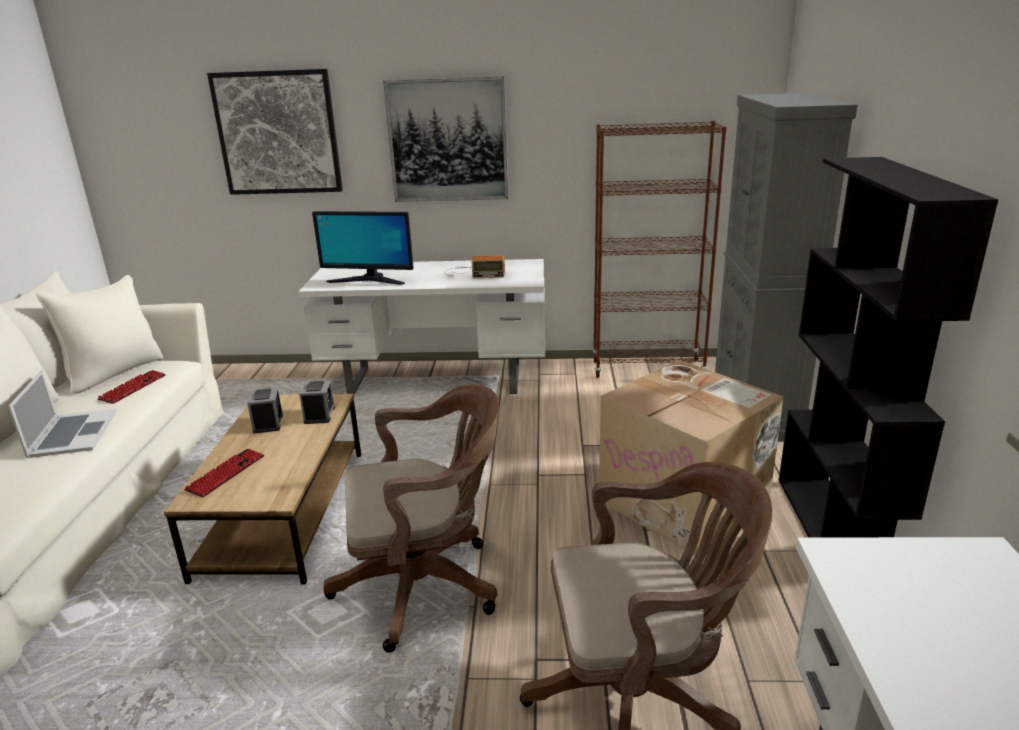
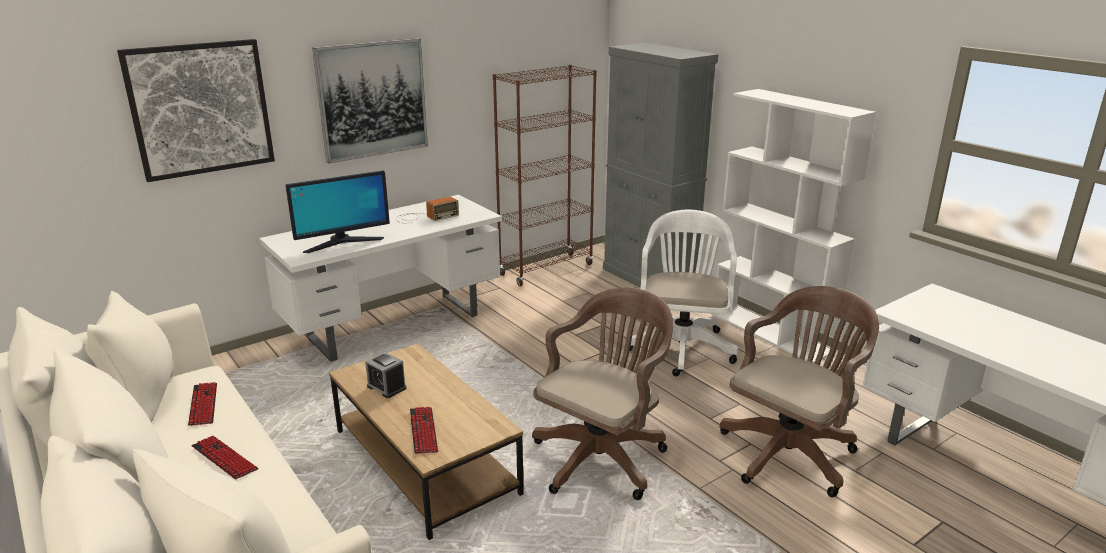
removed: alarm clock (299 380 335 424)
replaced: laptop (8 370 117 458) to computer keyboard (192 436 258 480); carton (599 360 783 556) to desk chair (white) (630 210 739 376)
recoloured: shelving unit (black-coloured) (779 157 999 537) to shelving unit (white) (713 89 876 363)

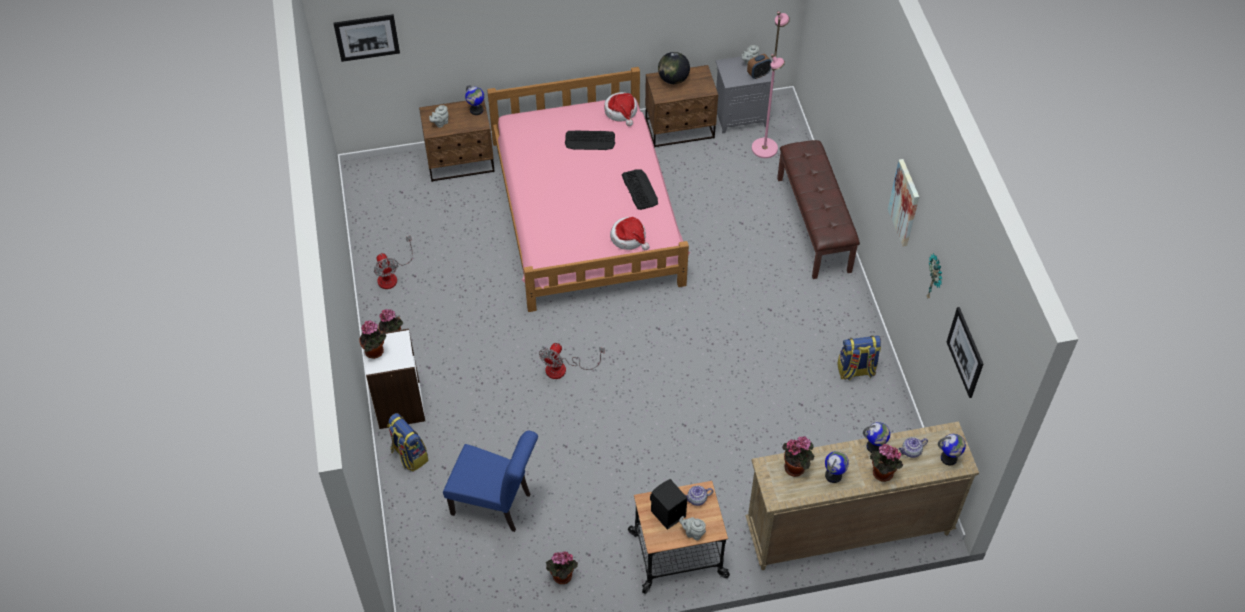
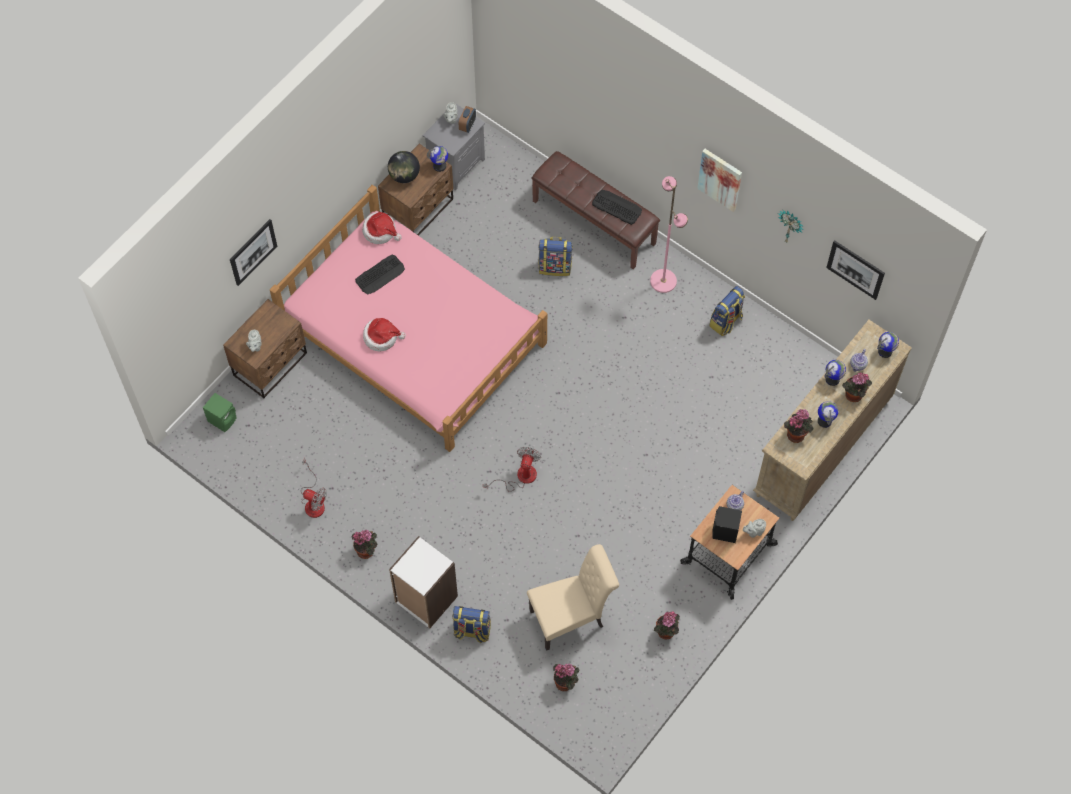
added: audio speaker (greenish) (203 393 237 432); rucksack (538 237 573 276)
moved: wall picture (333 14 400 62) to (230 219 277 286); houseplant (359 321 386 359) to (553 663 579 691); globe (465 85 484 115) to (427 146 448 172); wearable hat (610 217 650 250) to (363 318 406 351); computer keyboard (622 170 658 210) to (592 190 642 225); standing lamp (pink) (752 11 790 158) to (650 176 688 293)
recoloured: chair (blue) (443 431 538 532) to chair (beige) (527 544 619 651)
turned: cooling fan (539 343 605 379) = (483 447 541 491) 150 degrees counterclockwise

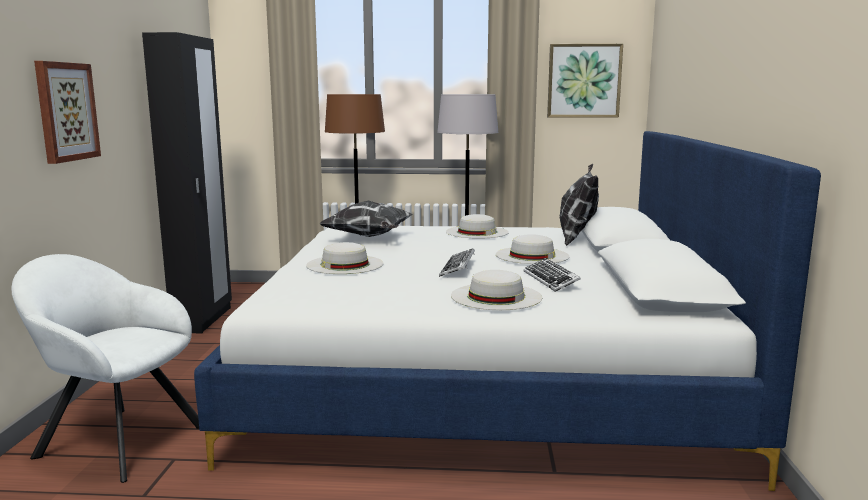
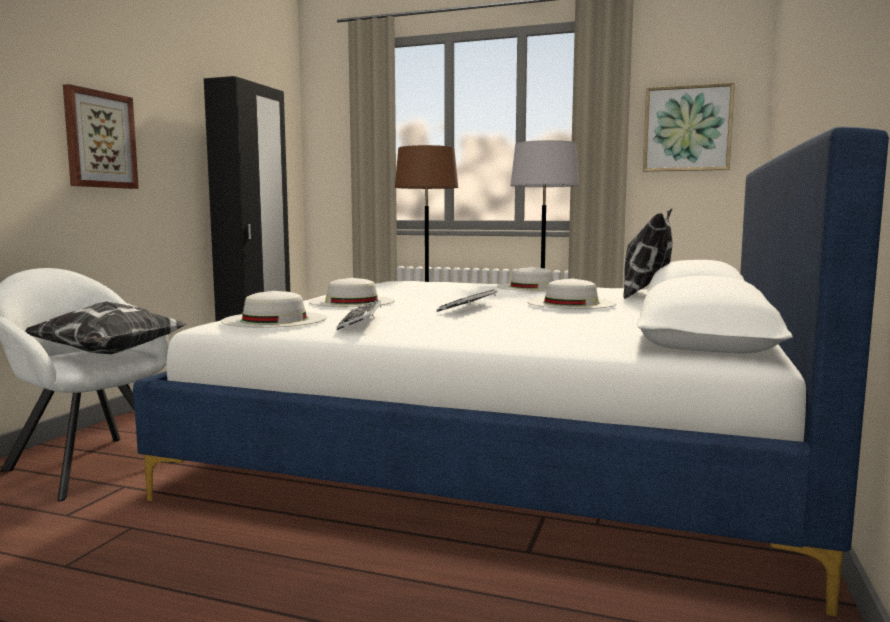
moved: throw pillow (319 201 412 237) to (25 302 187 354); wearable hat (white) (451 270 542 310) to (221 291 327 328); computer keyboard (524 258 581 292) to (337 300 382 330)

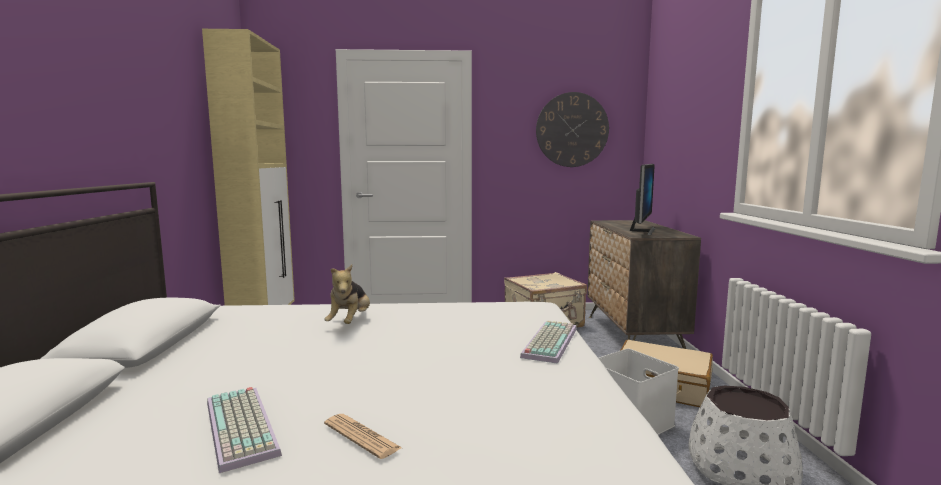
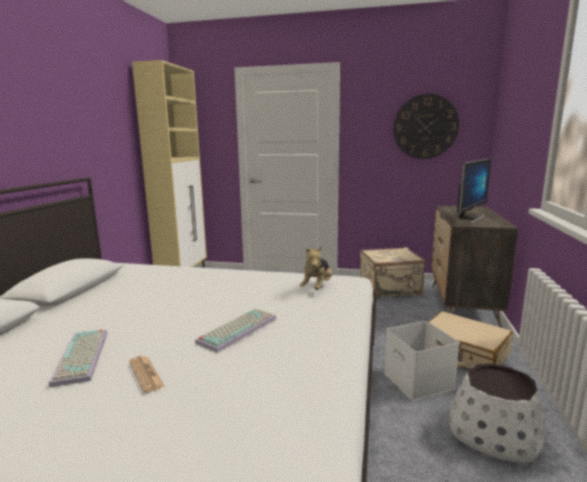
moved: cuddly toy (324 265 370 324) to (300 246 332 290); computer keyboard (520 321 577 364) to (195 308 277 353)

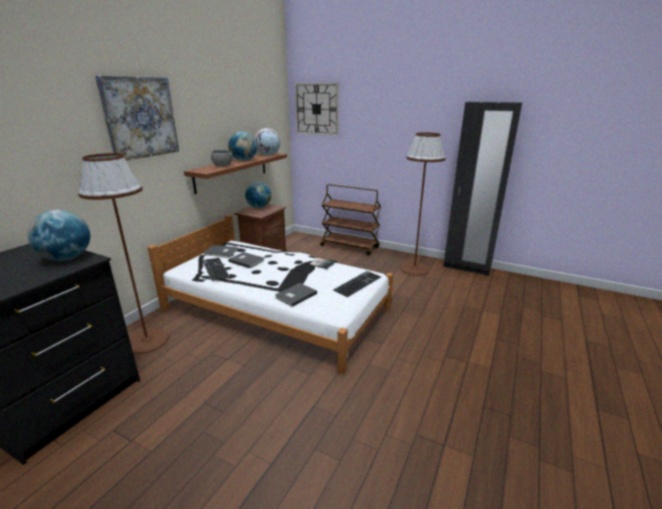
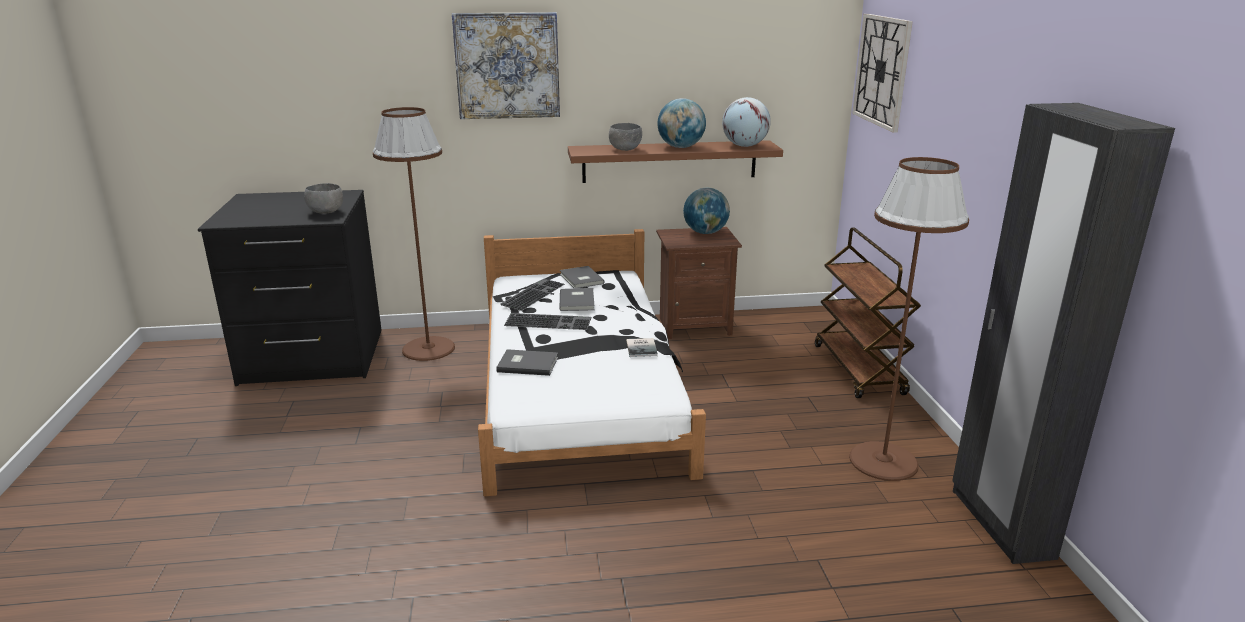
moved: computer keyboard (333 271 381 297) to (504 313 591 330)
replaced: globe (28 210 91 261) to bowl (greyish) (304 183 343 214)

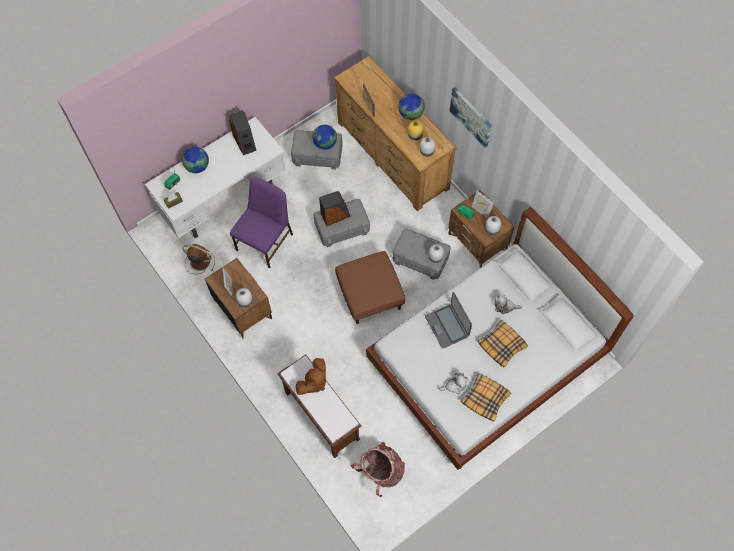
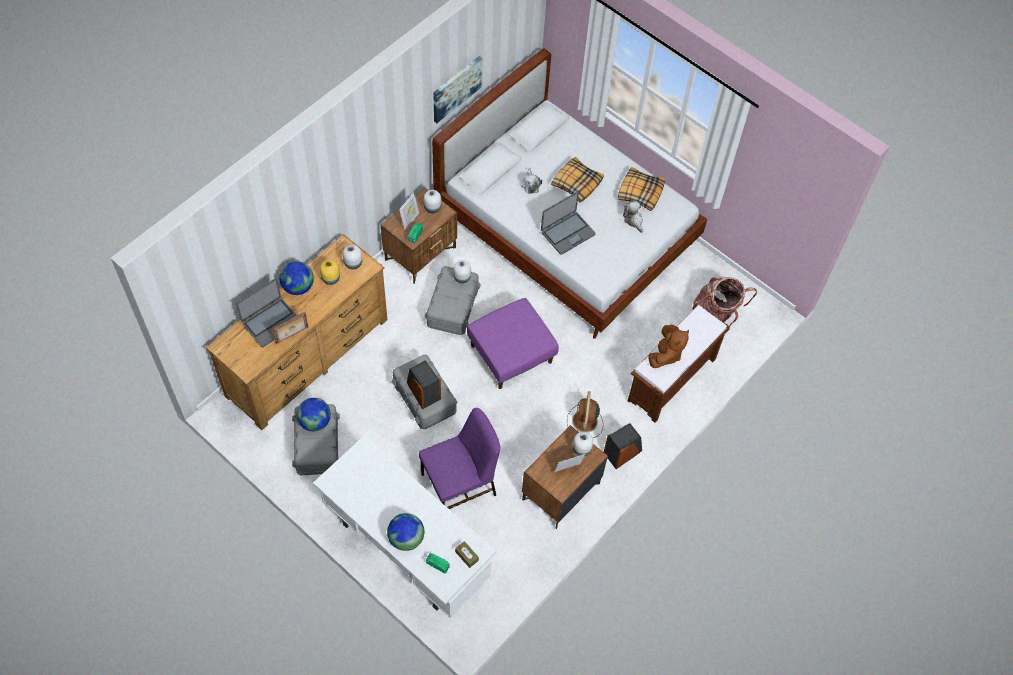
added: laptop (236 278 297 347)
moved: cooling fan (brownish) (183 244 215 274) to (567 391 603 438); audio speaker (229 110 256 155) to (604 423 642 469); wall picture (450 87 492 148) to (433 56 482 123)
recoloured: footrest (brownish) (335 251 405 324) to footrest (purplish) (467 298 559 389)
turned: chair (purplish) (230 177 293 269) = (419 408 500 509) 135 degrees clockwise; cuddly toy (brownish) (296 358 326 395) = (648 325 689 368) 90 degrees clockwise

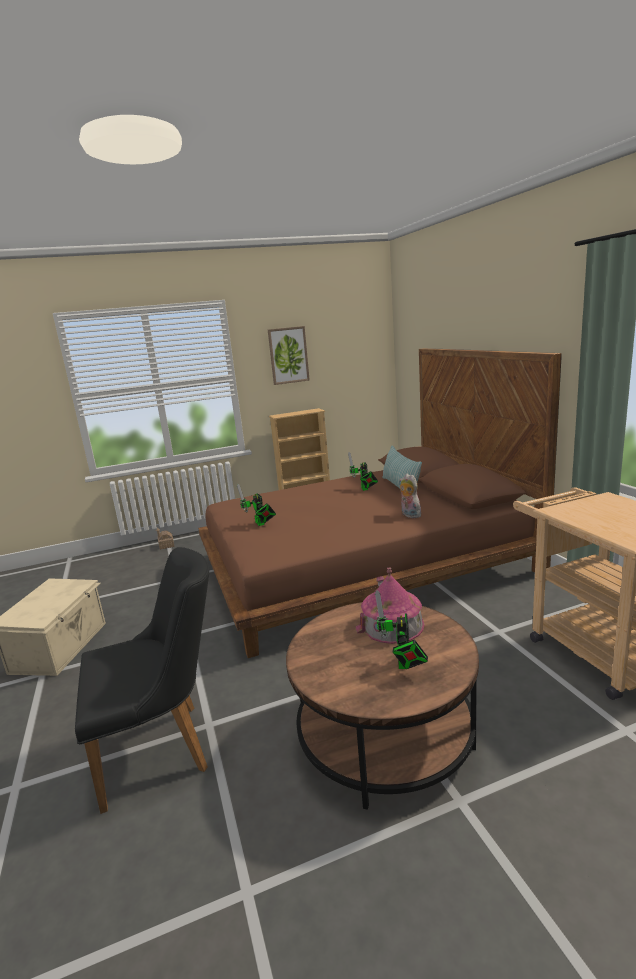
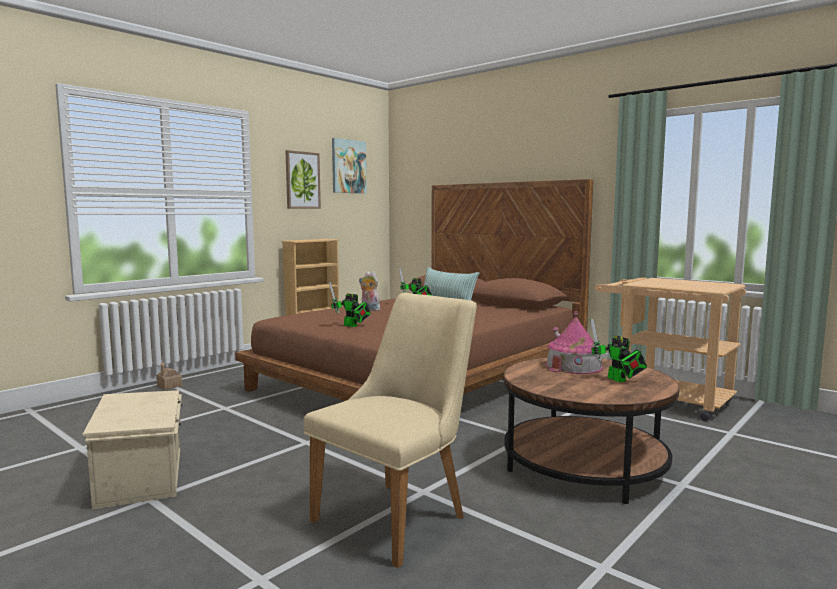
added: wall picture (332 138 367 194)
moved: cuddly toy (399 474 421 518) to (359 271 380 311)
recoloured: chair (black-coloured) (75 547 209 814) to chair (beige) (304 293 477 568)

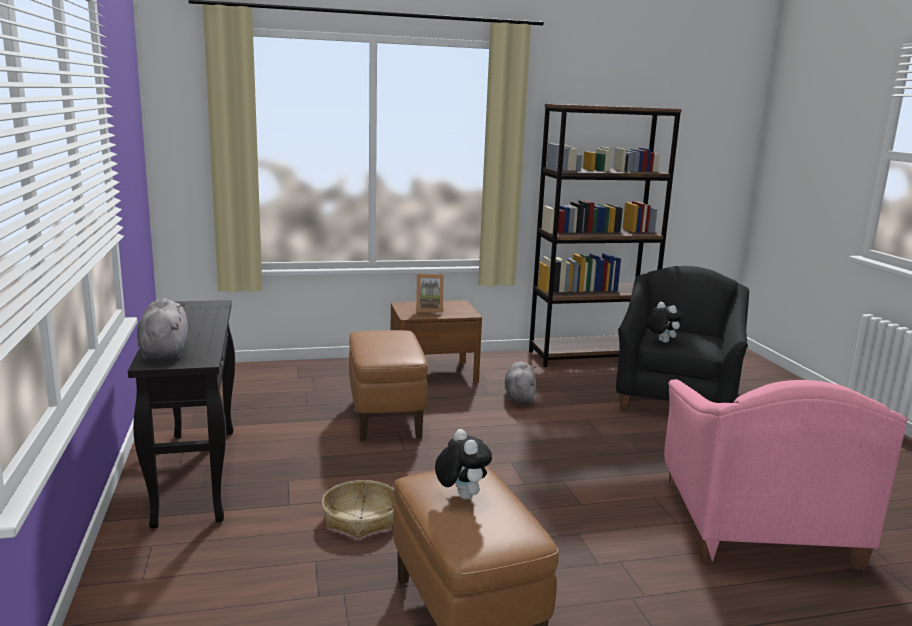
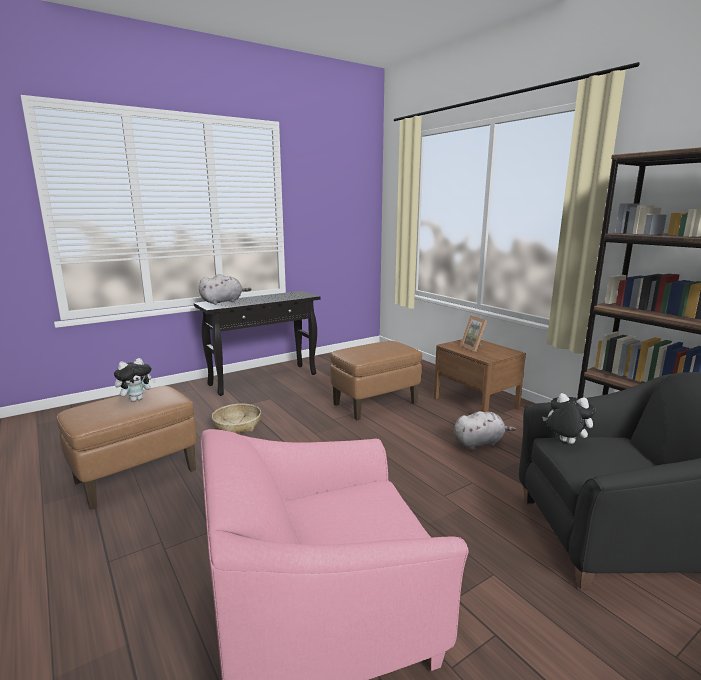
turned: cuddly toy (645 302 684 343) = (542 393 595 444) 90 degrees counterclockwise

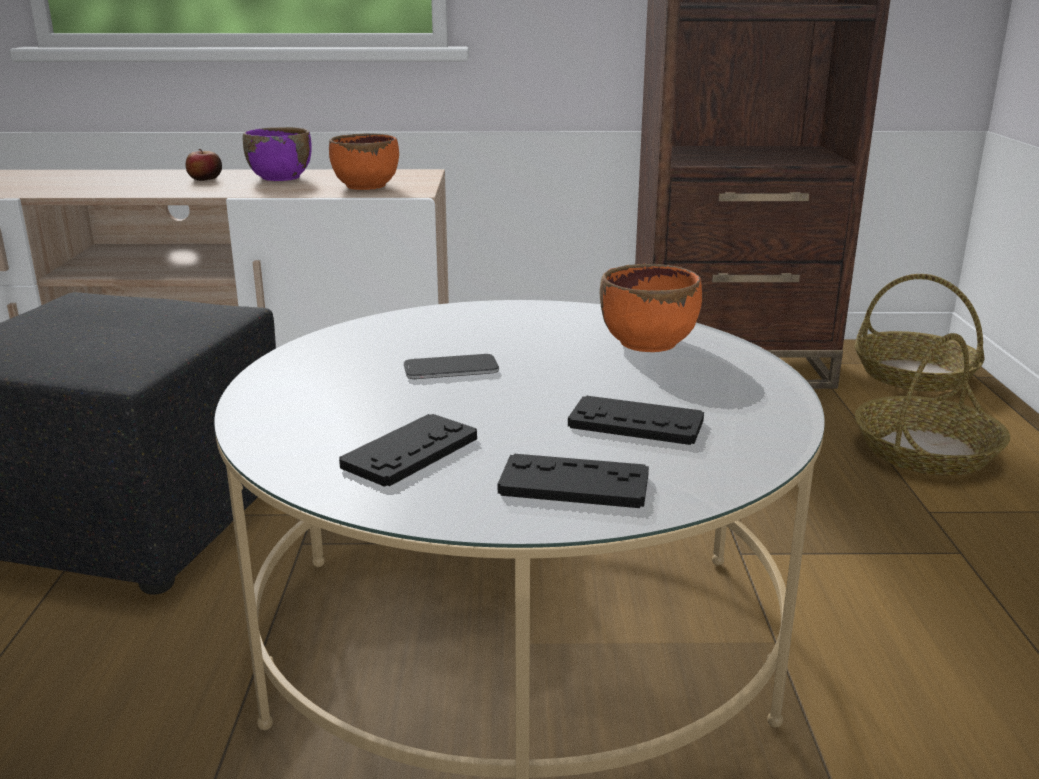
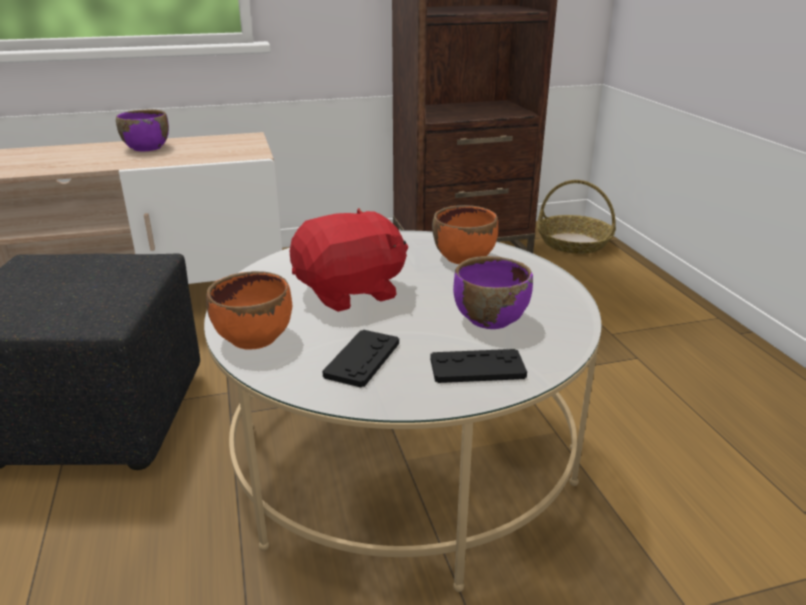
removed: whole apple (186 149 222 181); storage basket (855 333 1010 475)
moved: bowl (orange-coloured) (329 133 399 190) to (206 271 292 349)
replaced: handset (404 354 499 379) to cuddly toy (red) (290 208 408 312); joypad (black-coloured) (568 396 704 445) to bowl (purplish) (453 256 533 329)

